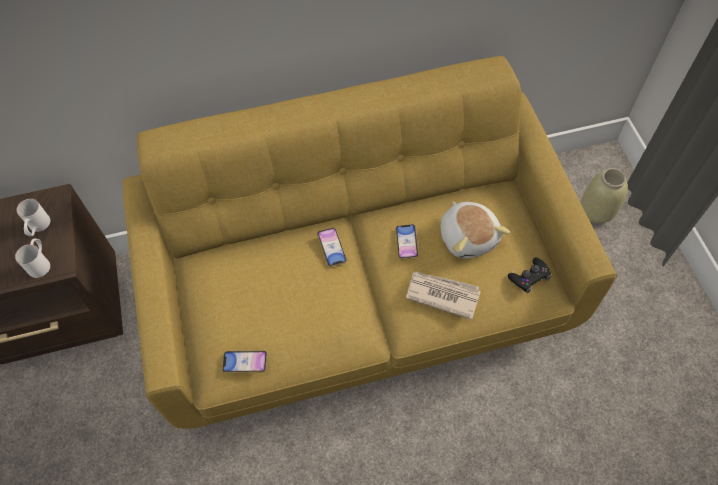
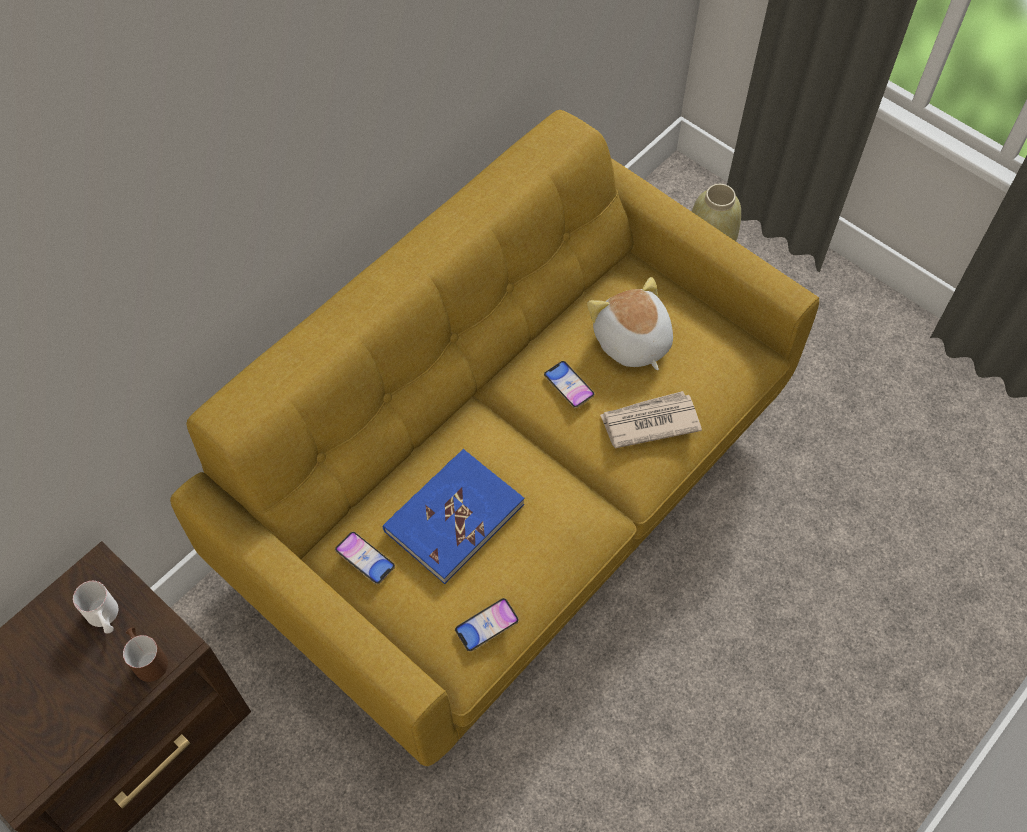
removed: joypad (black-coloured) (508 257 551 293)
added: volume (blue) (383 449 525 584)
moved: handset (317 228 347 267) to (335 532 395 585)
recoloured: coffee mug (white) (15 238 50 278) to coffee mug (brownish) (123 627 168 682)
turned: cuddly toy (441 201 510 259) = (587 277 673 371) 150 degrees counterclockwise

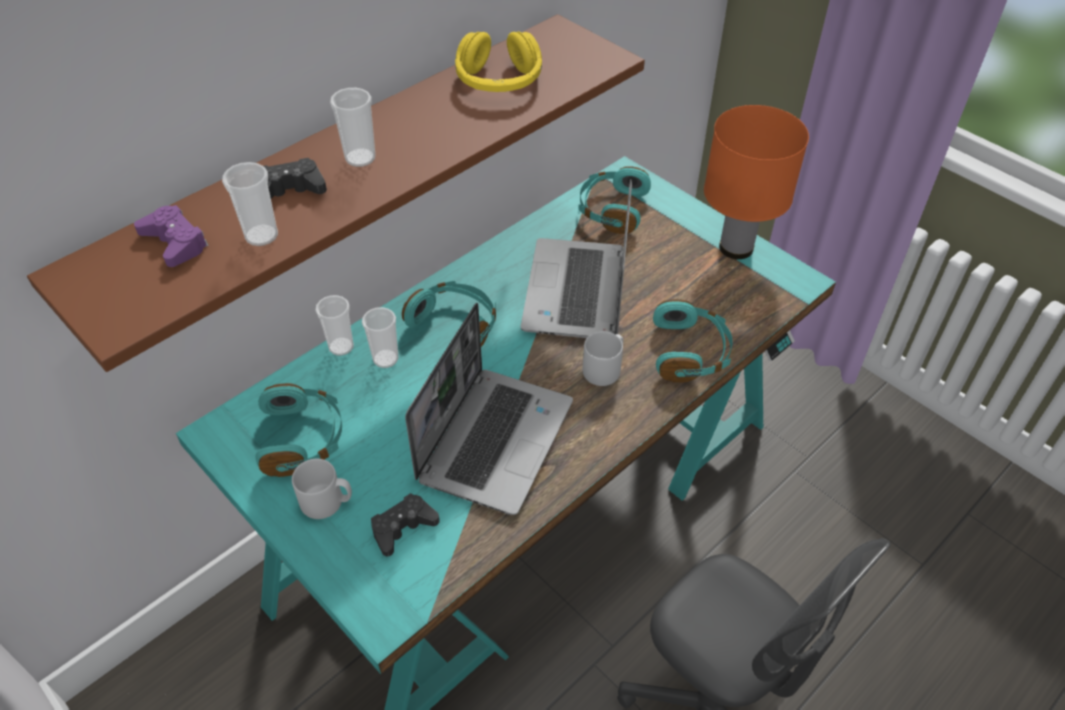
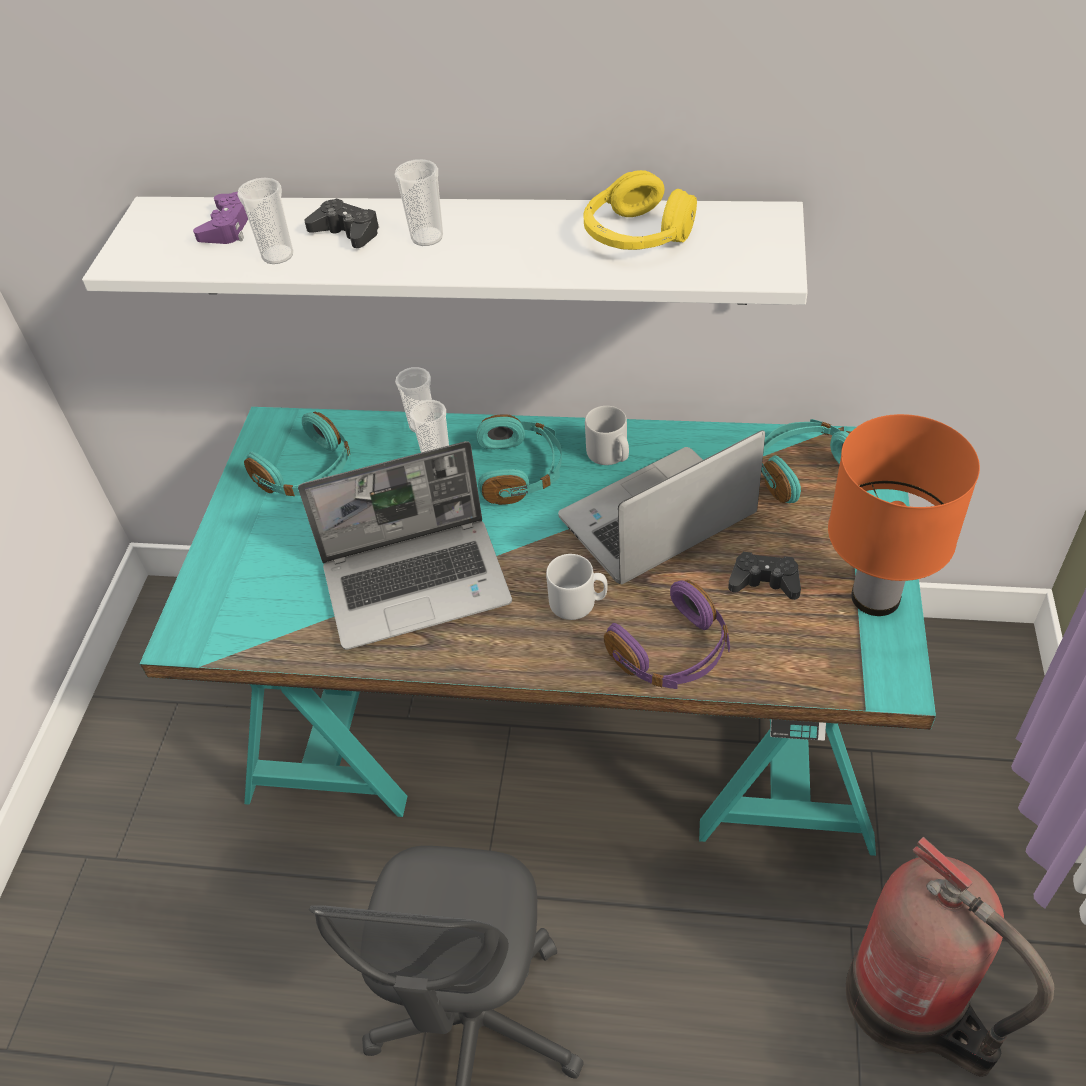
added: fire-fighting cylinder (846 837 1054 1077)
moved: coffee mug (greyish) (292 459 352 519) to (585 406 629 465); joypad (black-coloured) (371 493 440 556) to (728 552 801 600)
recoloured: shelf (brownish) (27 14 645 372) to shelf (white) (82 197 808 305); headphones (turquoise) (653 299 733 383) to headphones (purplish) (604 580 730 689)

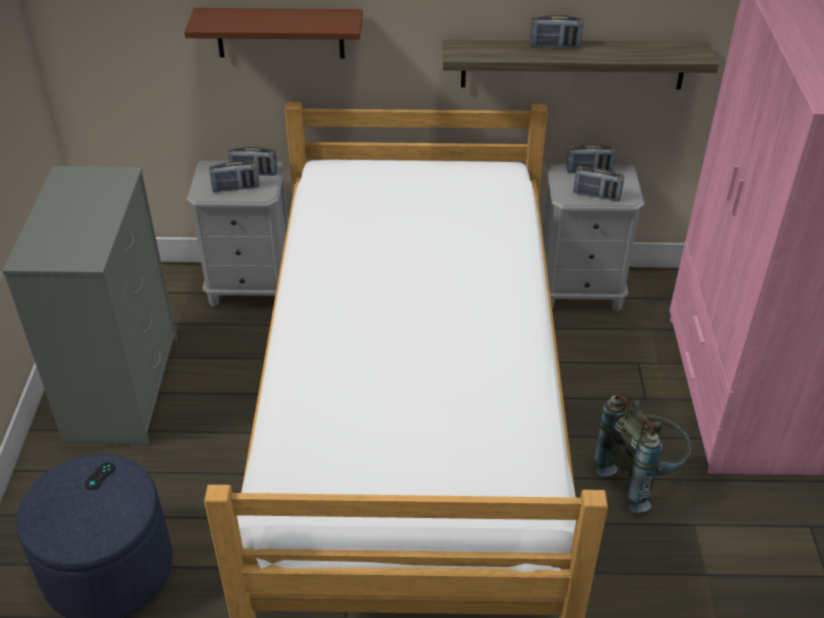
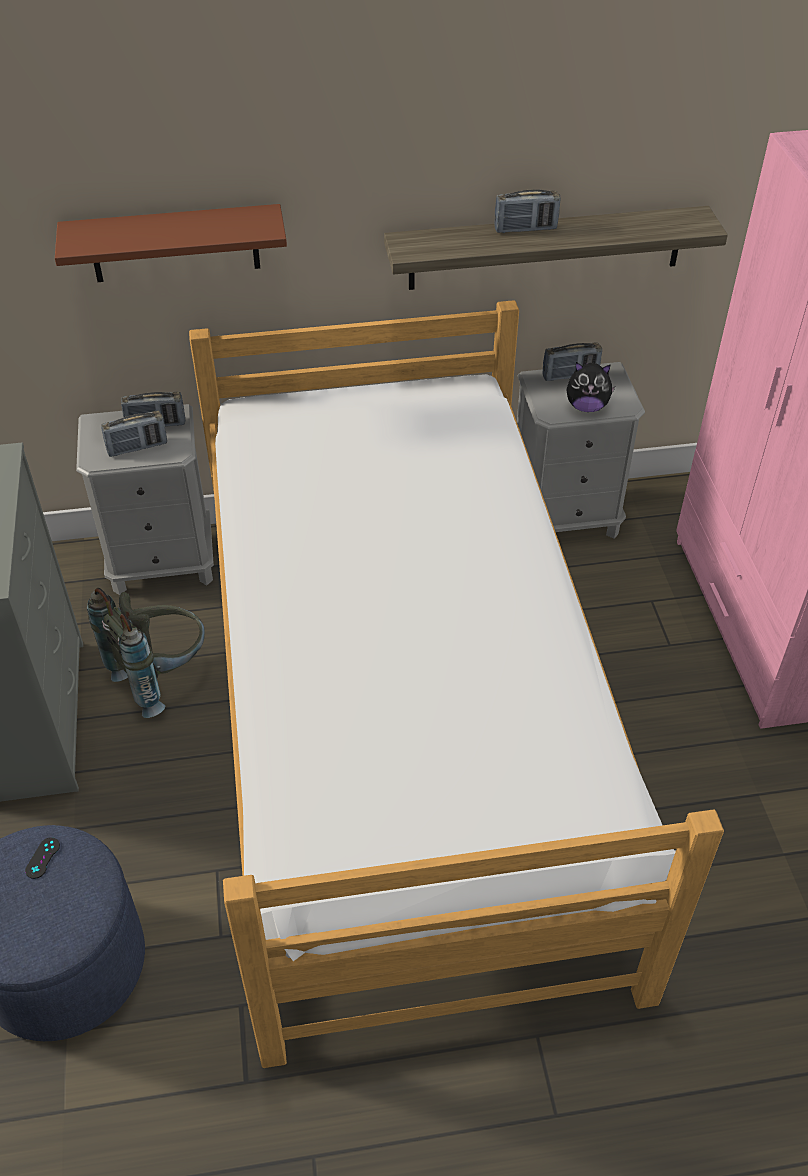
moved: rucksack (greyish) (594 394 691 513) to (87 588 205 718)
replaced: radio (573 166 624 201) to cuddly toy (566 362 616 412)

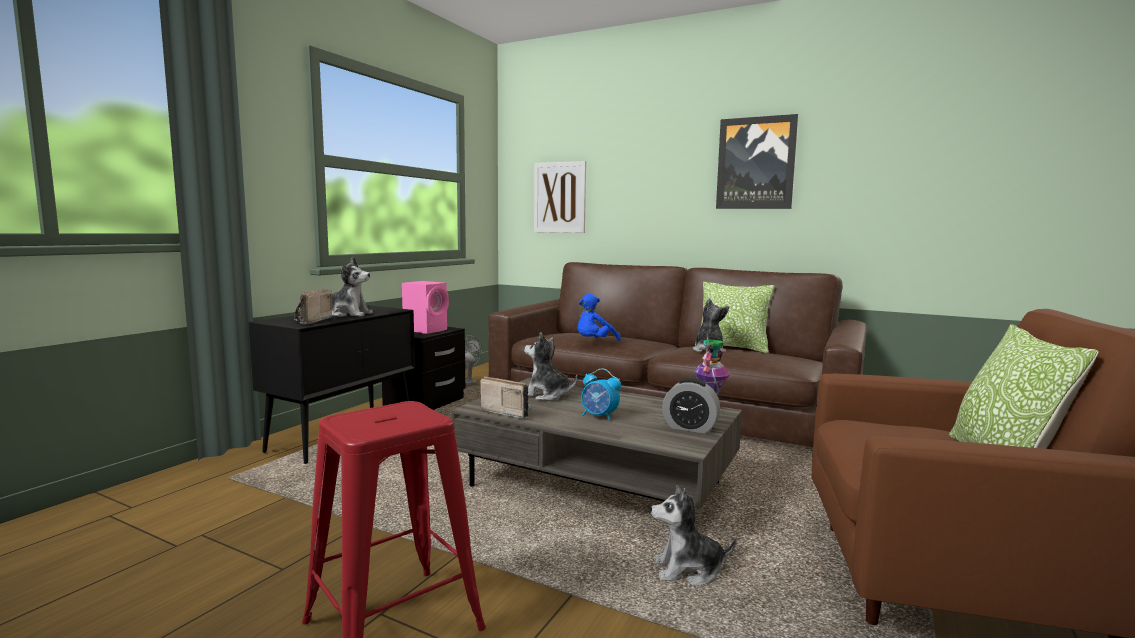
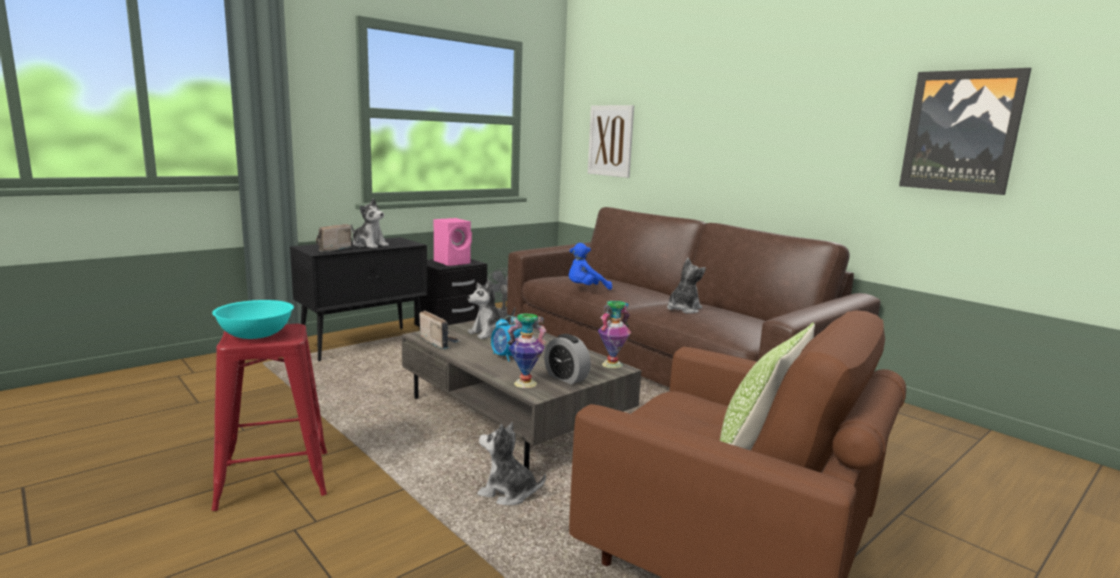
removed: throw pillow (695 282 775 353)
added: bowl (turquoise) (212 300 294 339); decorative vase (507 313 547 388)
moved: wall picture (716 114 798 209) to (899 68 1031 195)
turned: cuddly toy (524 332 577 401) = (468 279 515 339) 90 degrees counterclockwise

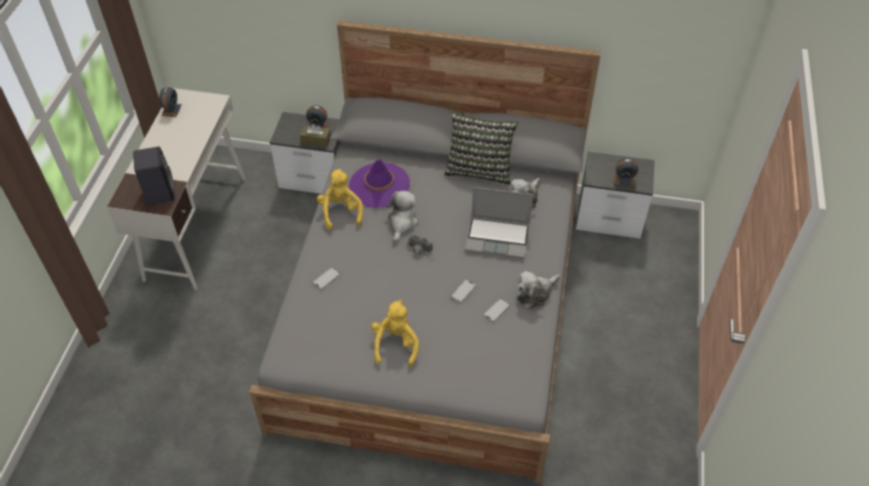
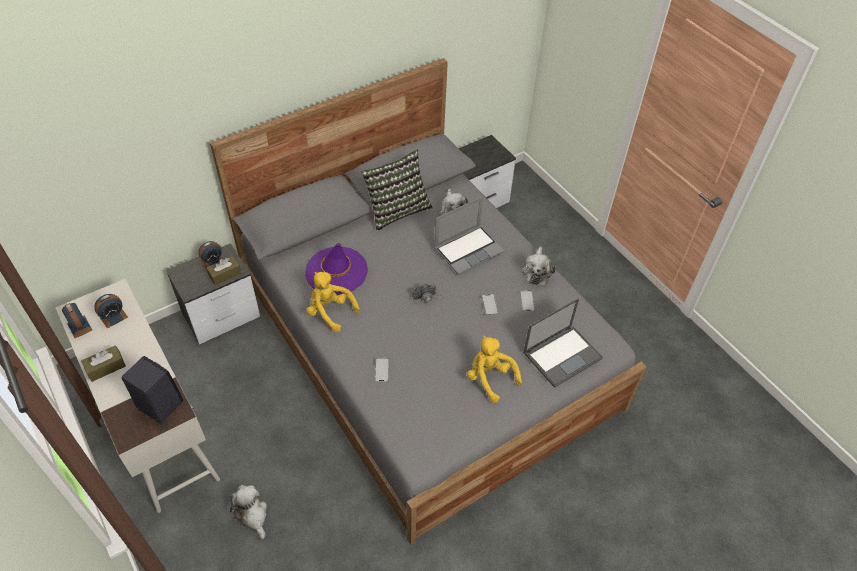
added: tissue box (brownish) (81 345 126 382); laptop (524 298 603 388)
moved: cuddly toy (386 191 418 242) to (230 485 267 540); alarm clock (614 158 638 185) to (94 294 128 329)

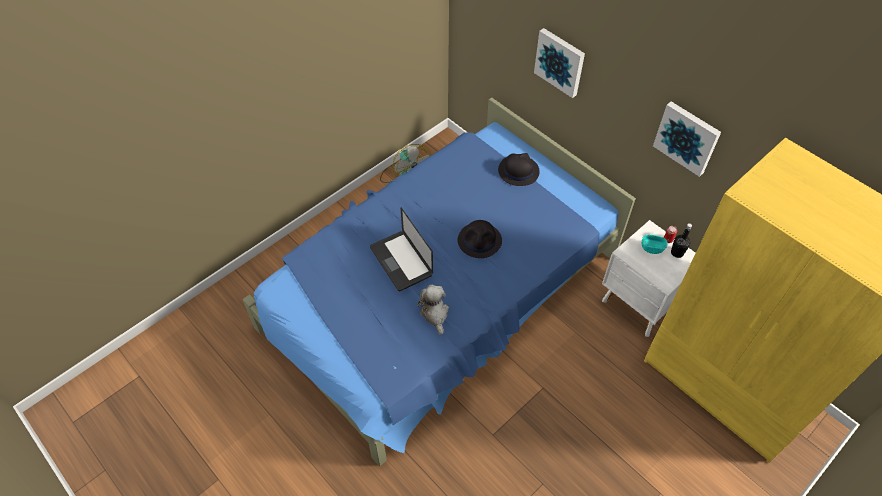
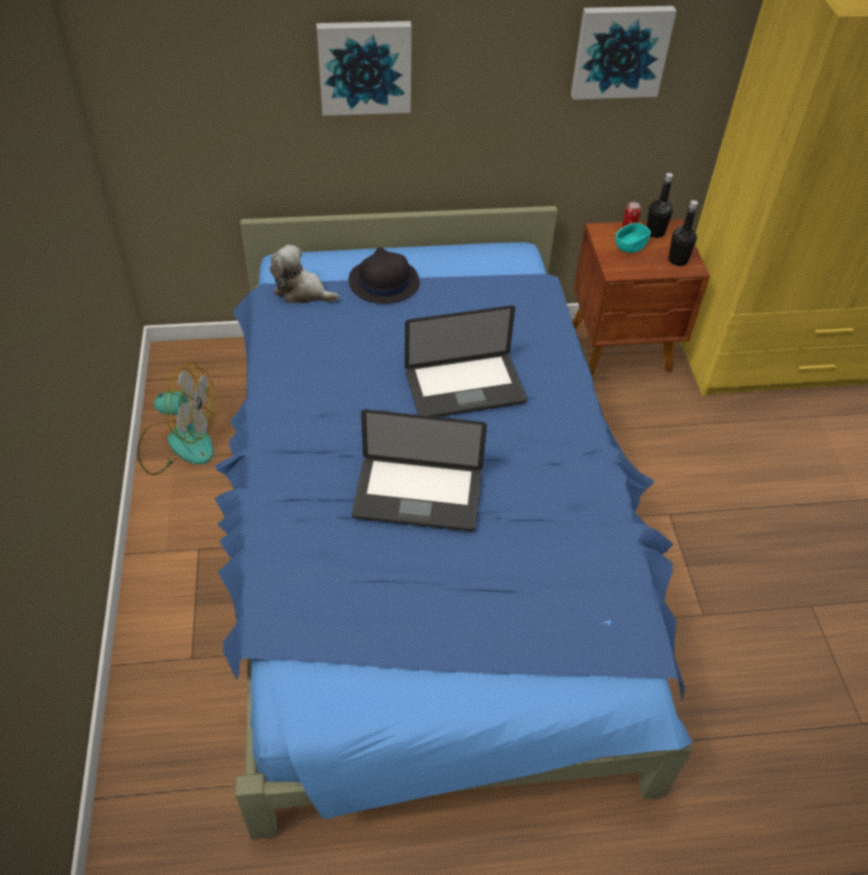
added: bottle (black-coloured) (668 200 698 266)
moved: cuddly toy (417 285 449 335) to (270 245 339 303)
replaced: wearable hat (black-coloured) (457 220 502 258) to laptop (405 305 527 417)
recoloured: night table (white) (602 220 696 337) to night table (brownish) (573 219 710 376)

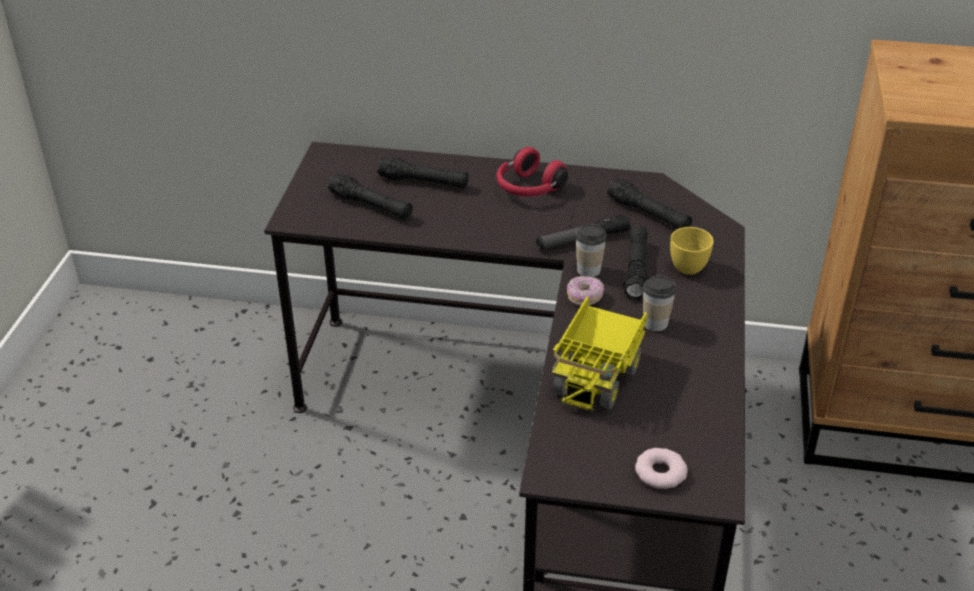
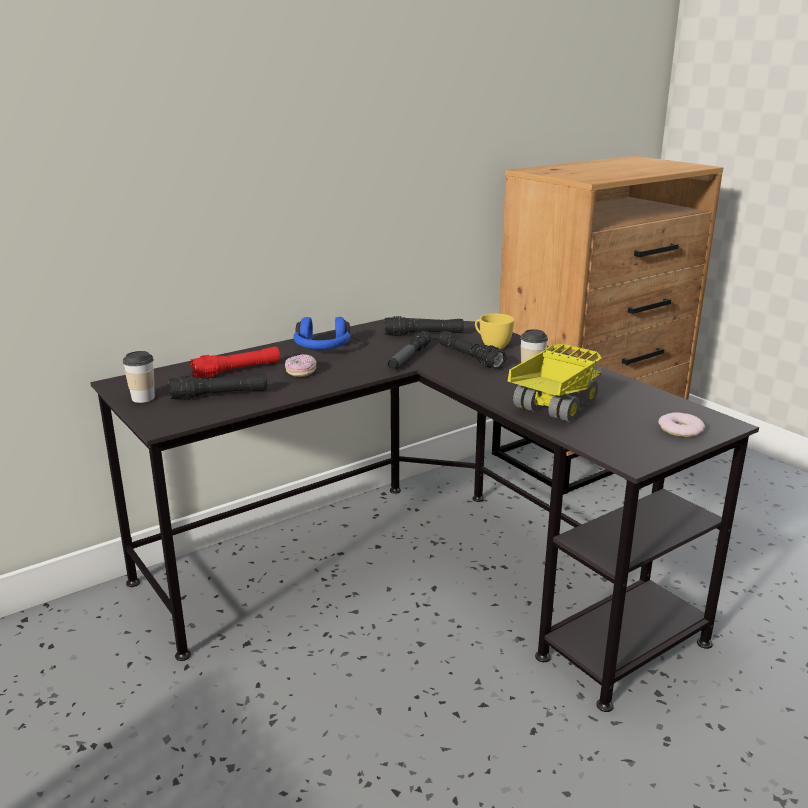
moved: doughnut (567 276 604 306) to (285 354 316 377); drinking cup (576 224 607 277) to (123 351 155 403)
recoloured: hand torch (black-coloured) (377 157 469 188) to hand torch (red) (190 347 280 378); headphones (red) (496 147 568 197) to headphones (blue) (293 317 351 349)
turned: toy truck (552 297 647 412) = (507 344 602 422) 120 degrees counterclockwise

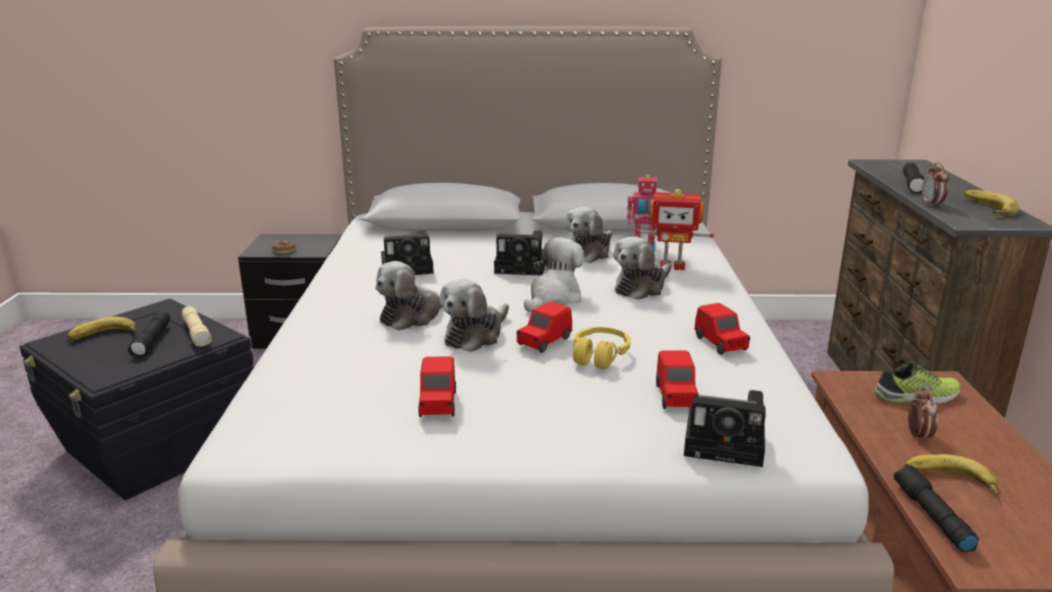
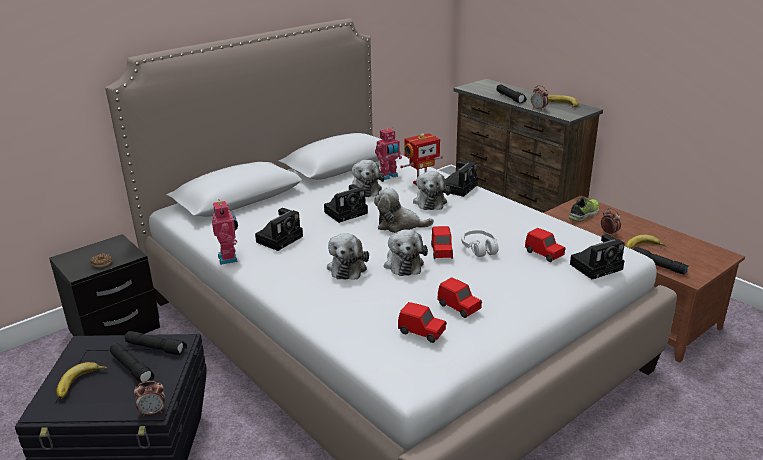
added: alarm clock (134 381 165 416); toy robot (212 199 238 265); photo camera (445 161 478 197)
moved: miniature car (red) (694 303 750 355) to (398 302 447 343)
recoloured: hand torch (beige) (182 306 212 346) to hand torch (black-coloured) (124 331 187 355); headphones (yellowish) (573 327 630 369) to headphones (white) (461 230 499 257)
turned: cuddly toy (524 237 584 312) = (374 188 434 233) 75 degrees counterclockwise

